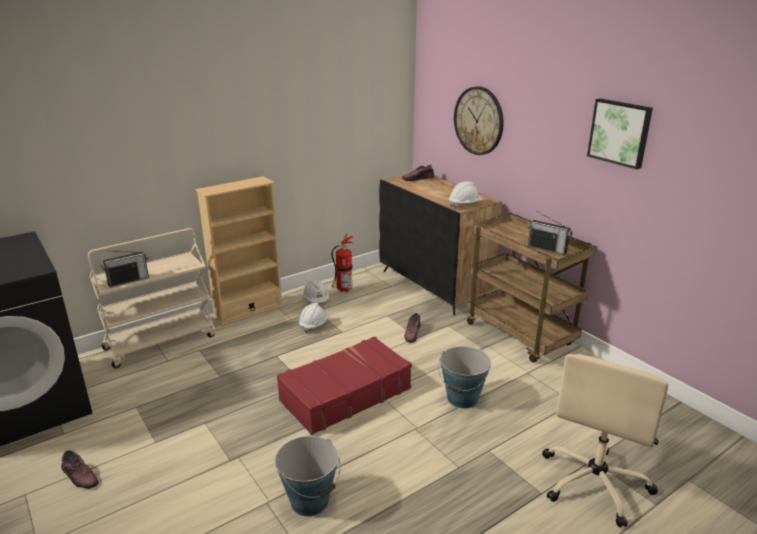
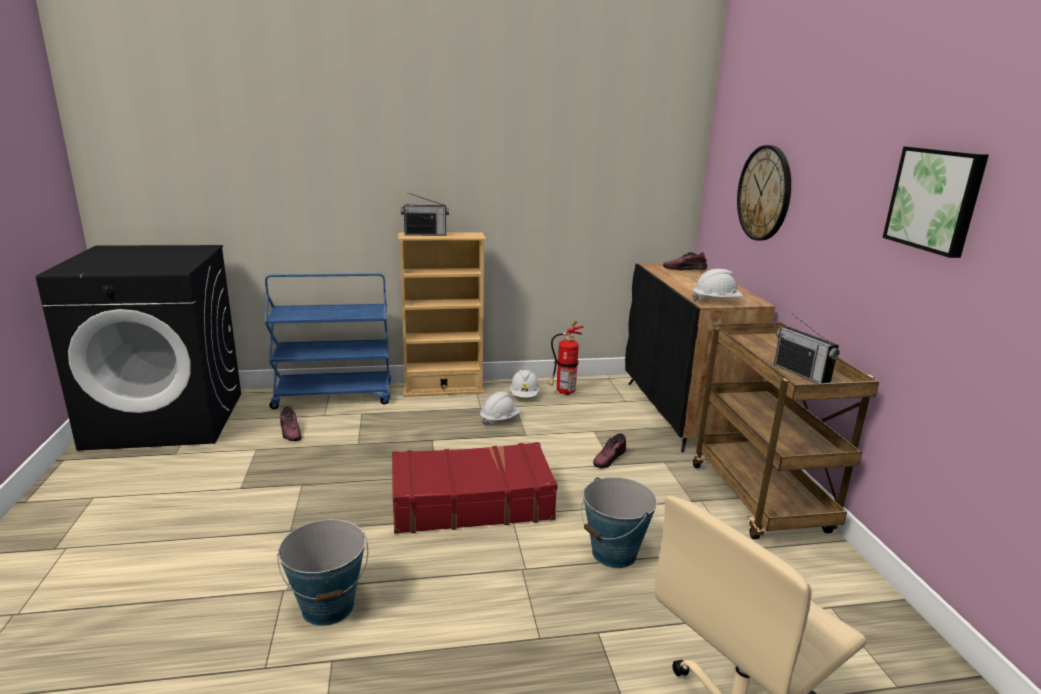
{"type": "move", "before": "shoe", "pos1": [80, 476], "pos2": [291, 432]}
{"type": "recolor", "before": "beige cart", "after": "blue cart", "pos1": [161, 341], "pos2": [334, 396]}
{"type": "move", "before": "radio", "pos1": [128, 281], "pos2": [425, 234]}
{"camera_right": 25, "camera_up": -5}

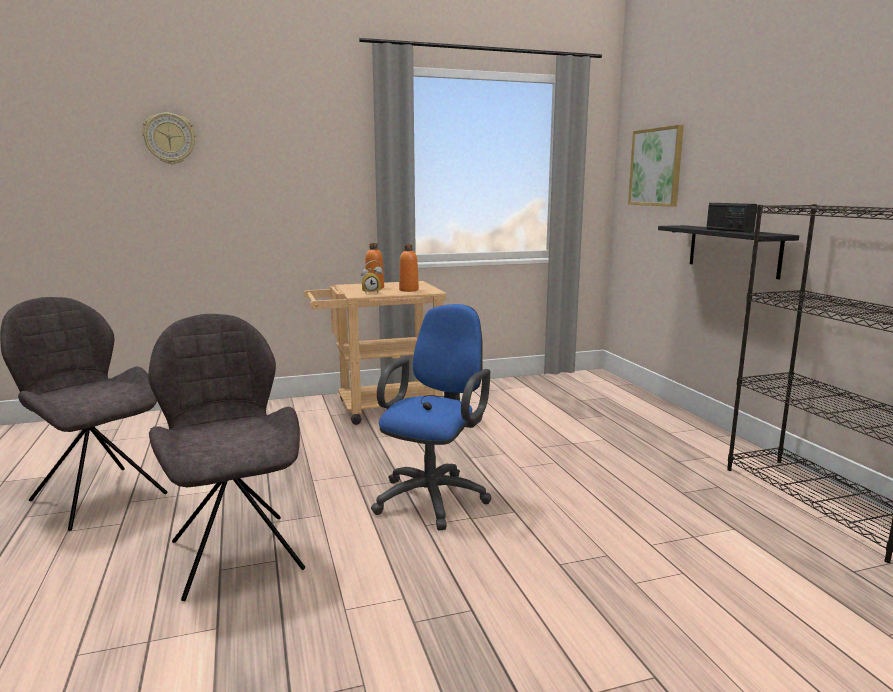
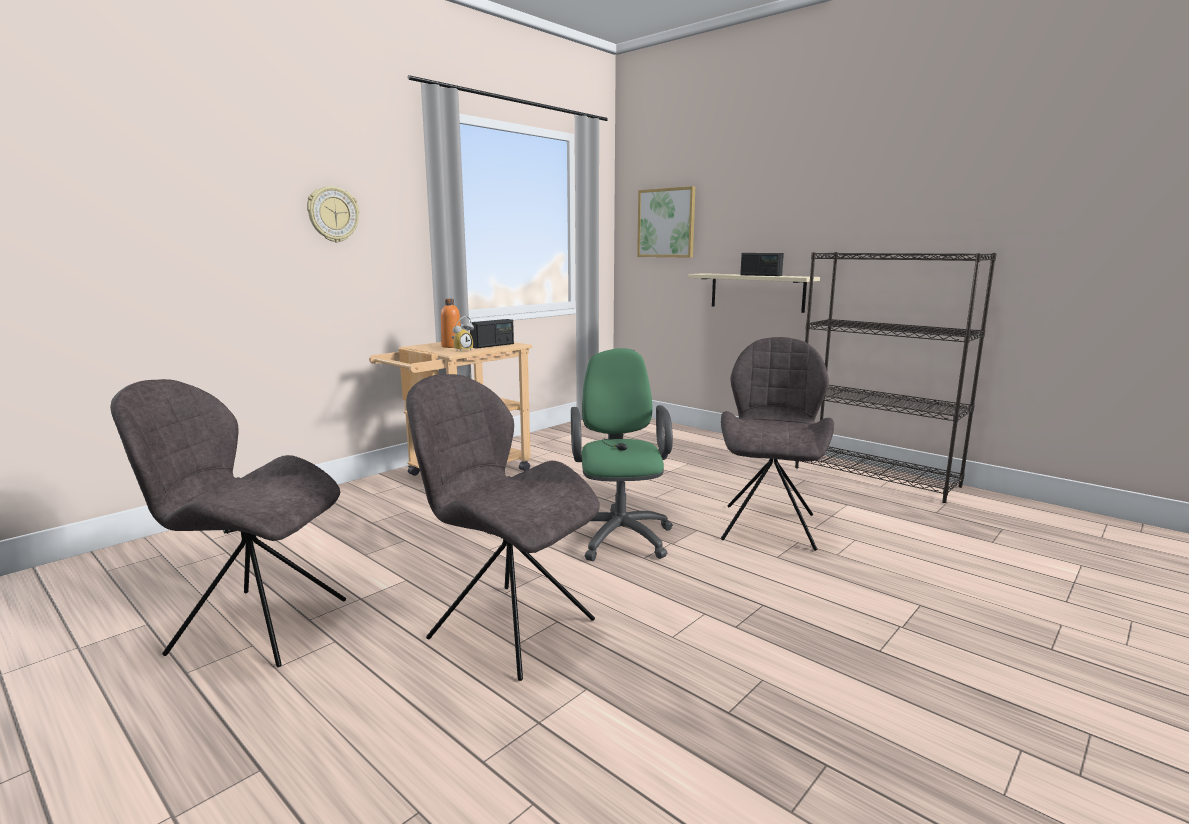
{"type": "move", "before": "wall clock", "pos1": [169, 138], "pos2": [333, 214]}
{"type": "recolor", "before": "blue office chair", "after": "green office chair", "pos1": [434, 496], "pos2": [619, 535]}
{"type": "replace", "before": "orange bottle", "after": "radio", "pos1": [409, 290], "pos2": [492, 345]}
{"type": "recolor", "before": "black shelf", "after": "beige shelf", "pos1": [733, 250], "pos2": [757, 292]}
{"type": "insert", "after": "grey chair", "pos2": [769, 525]}
{"camera_right": -30, "camera_up": 0}

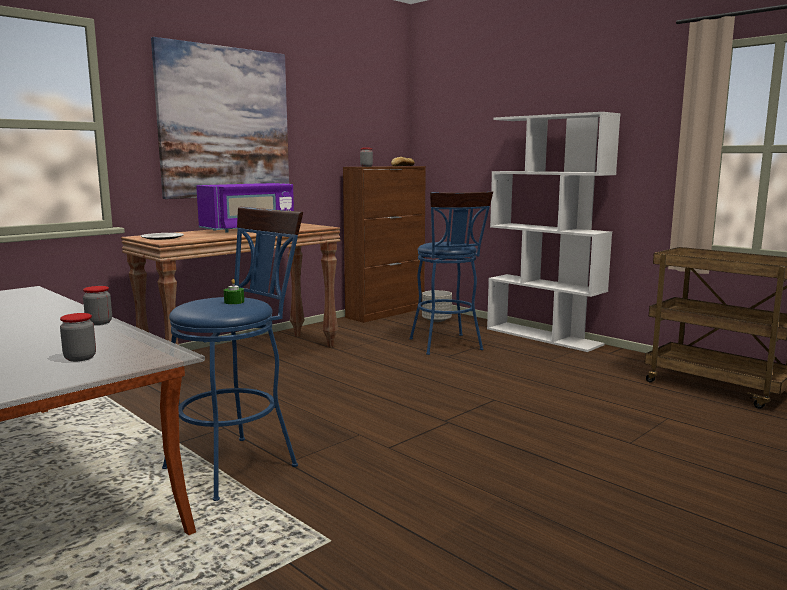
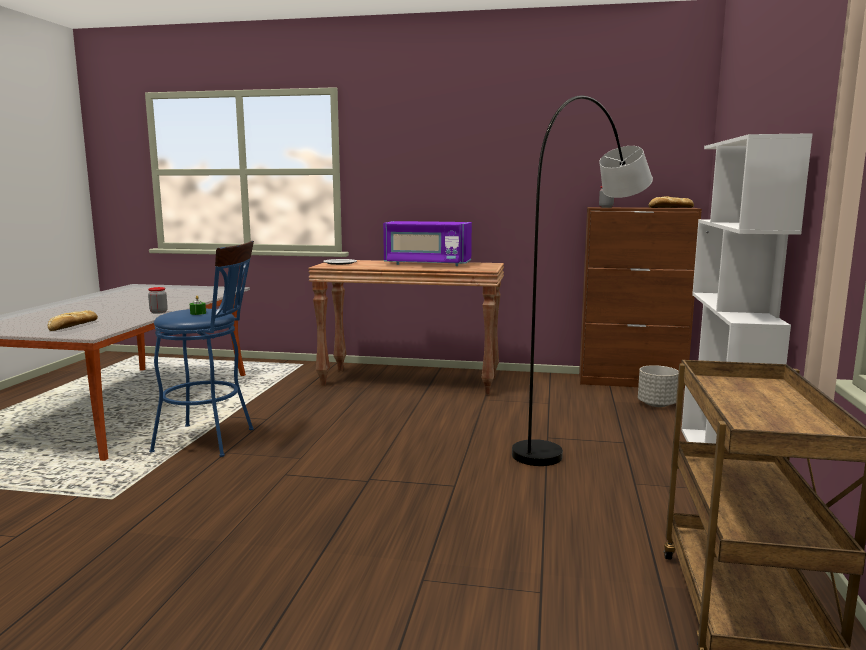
{"type": "replace", "before": "jar", "after": "bread", "pos1": [80, 358], "pos2": [73, 326]}
{"type": "delete", "before": "picture", "pos1": [225, 123]}
{"type": "replace", "before": "blue stool", "after": "grey floor lamp", "pos1": [448, 346], "pos2": [581, 429]}
{"camera_right": 55, "camera_up": 0}

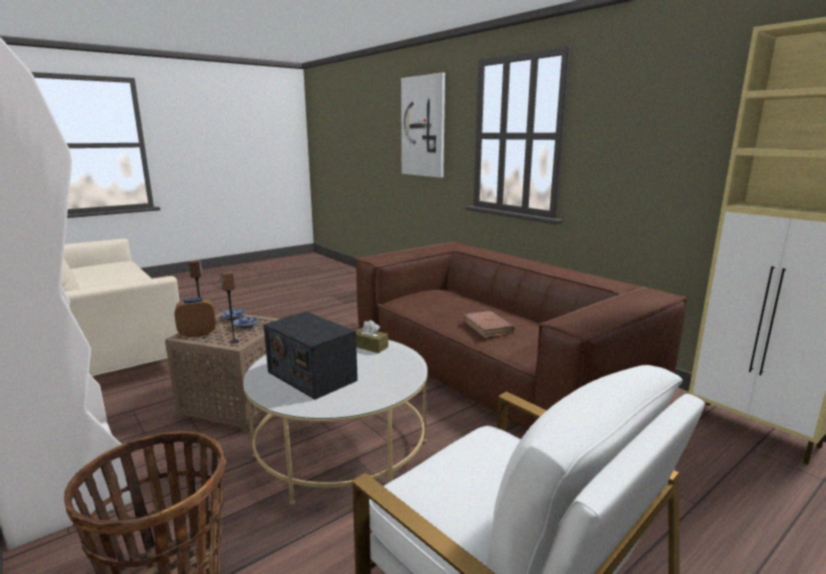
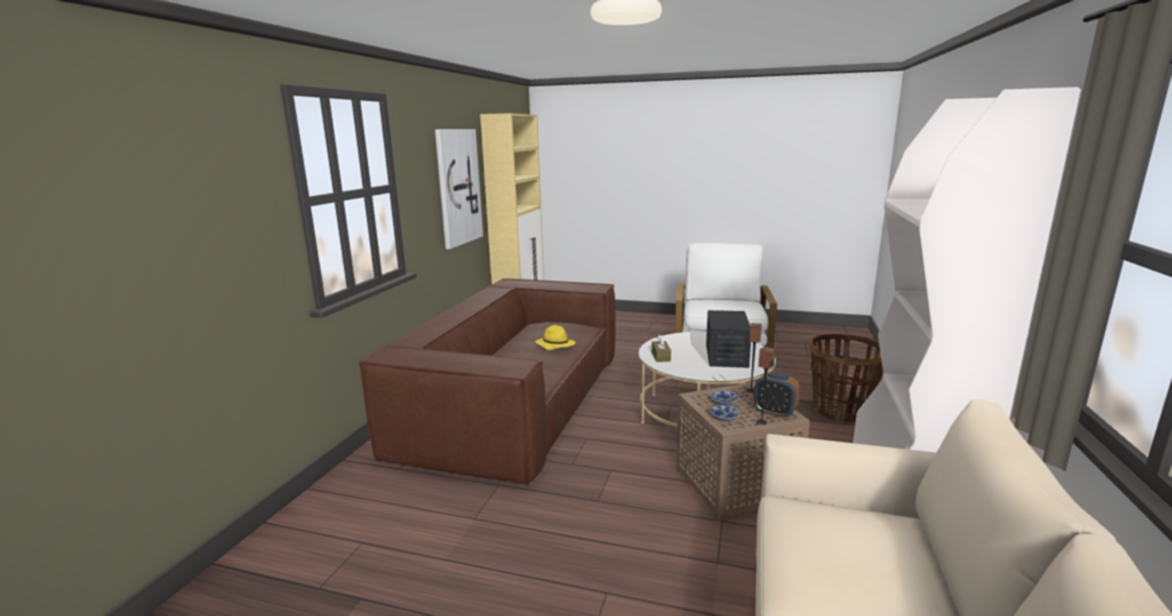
{"type": "move", "before": "picture", "pos1": [423, 126], "pos2": [458, 187]}
{"type": "replace", "before": "brown book", "after": "yellow hat", "pos1": [487, 327], "pos2": [555, 345]}
{"camera_right": -125, "camera_up": 0}

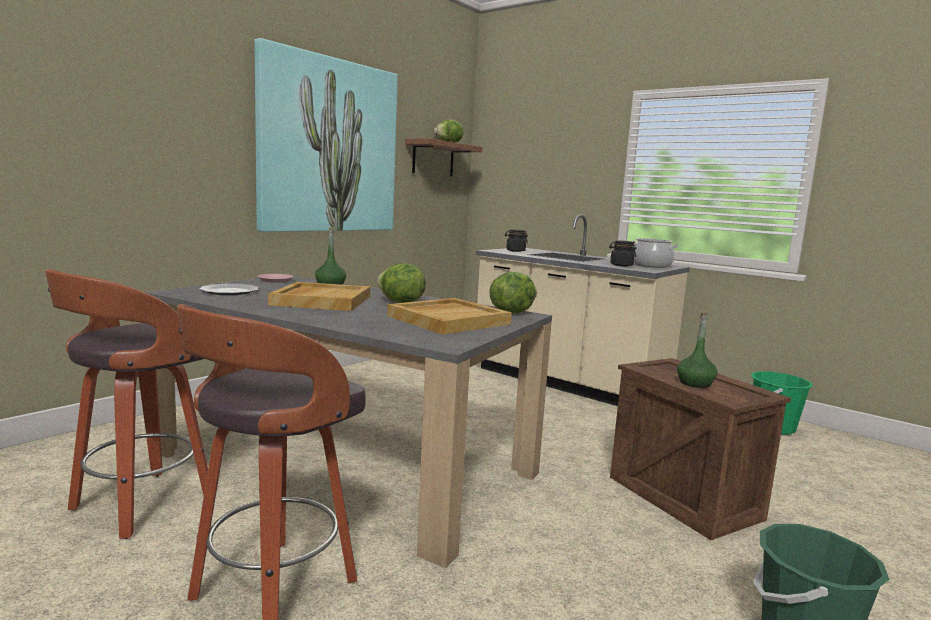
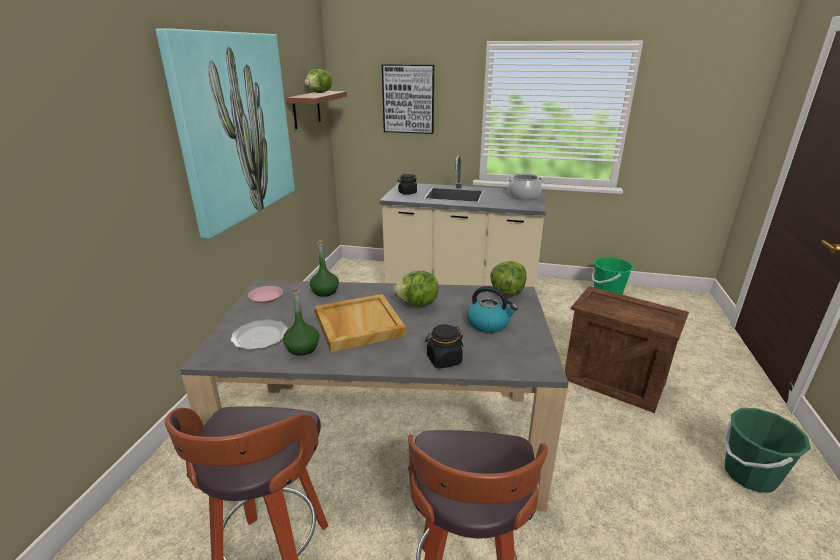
{"type": "replace", "before": "beige tray", "after": "kettle", "pos1": [448, 320], "pos2": [489, 324]}
{"type": "move", "before": "black jar", "pos1": [621, 265], "pos2": [444, 360]}
{"type": "move", "before": "green bottle", "pos1": [694, 383], "pos2": [302, 348]}
{"type": "insert", "after": "picture", "pos2": [408, 99]}
{"camera_right": -25, "camera_up": 15}

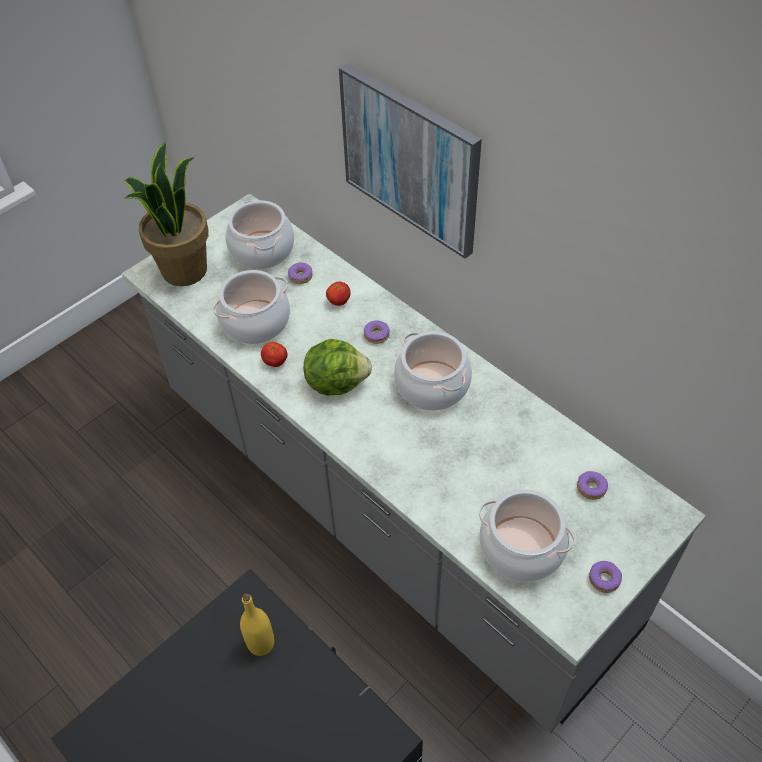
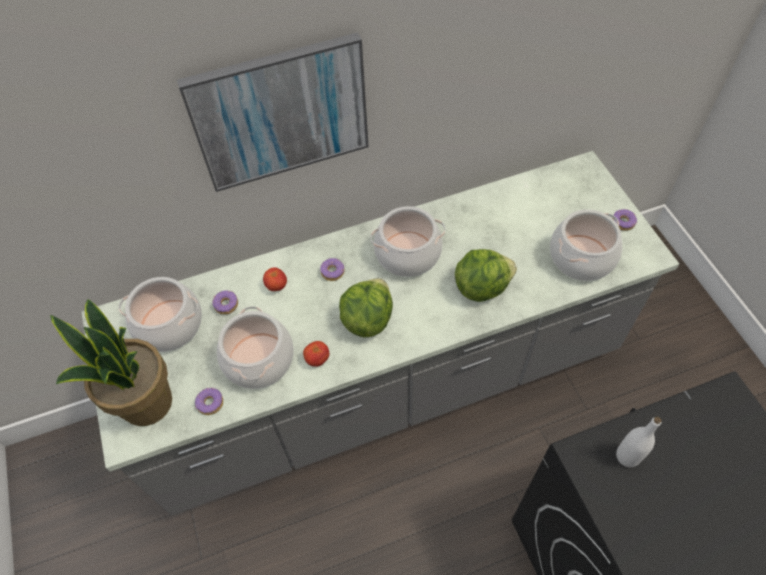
{"type": "recolor", "before": "yellow bottle", "after": "white bottle", "pos1": [261, 643], "pos2": [627, 456]}
{"type": "move", "before": "donut", "pos1": [591, 488], "pos2": [210, 403]}
{"type": "insert", "after": "lettuce", "pos2": [481, 286]}
{"camera_right": -65, "camera_up": 5}

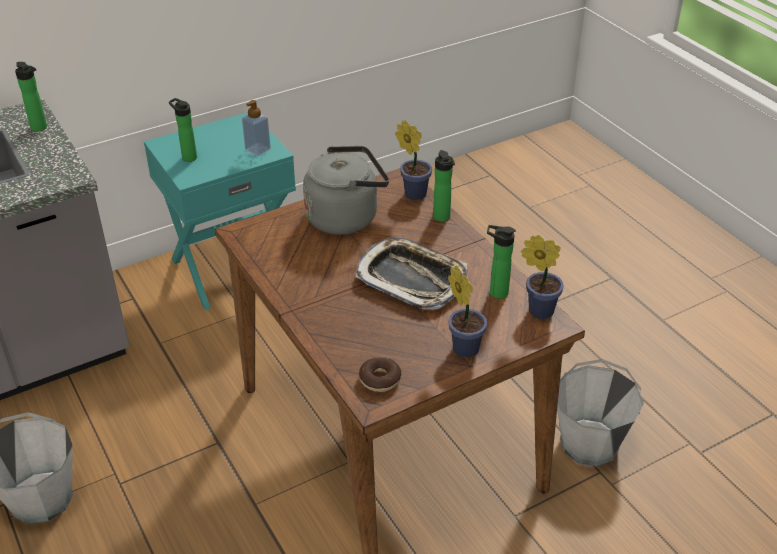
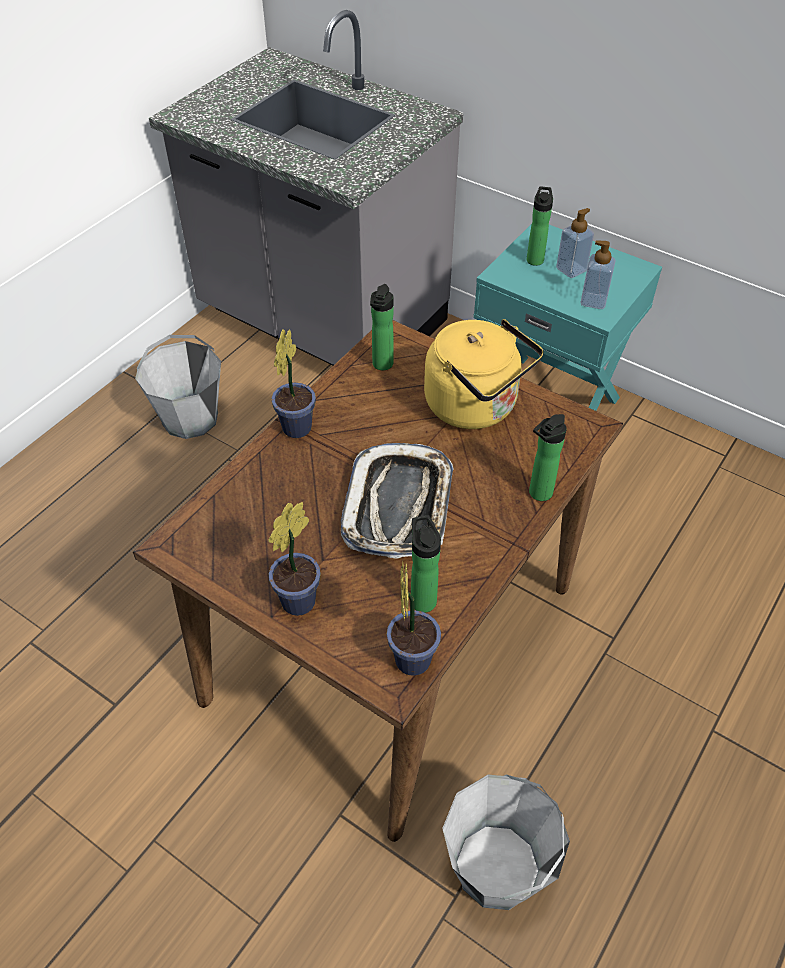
{"type": "move", "before": "bottle", "pos1": [40, 128], "pos2": [382, 366]}
{"type": "recolor", "before": "grey kettle", "after": "yellow kettle", "pos1": [346, 217], "pos2": [476, 406]}
{"type": "delete", "before": "donut", "pos1": [380, 379]}
{"type": "move", "before": "potted plant", "pos1": [413, 193], "pos2": [298, 425]}
{"type": "insert", "after": "soap dispenser", "pos2": [571, 269]}
{"camera_right": 65, "camera_up": 10}

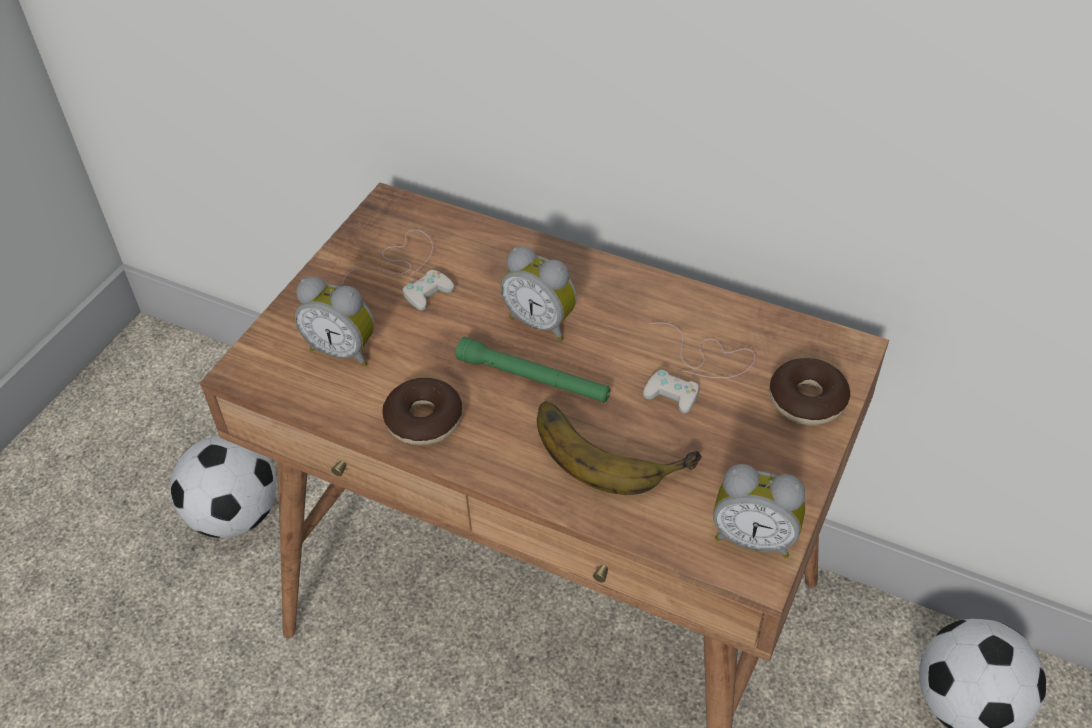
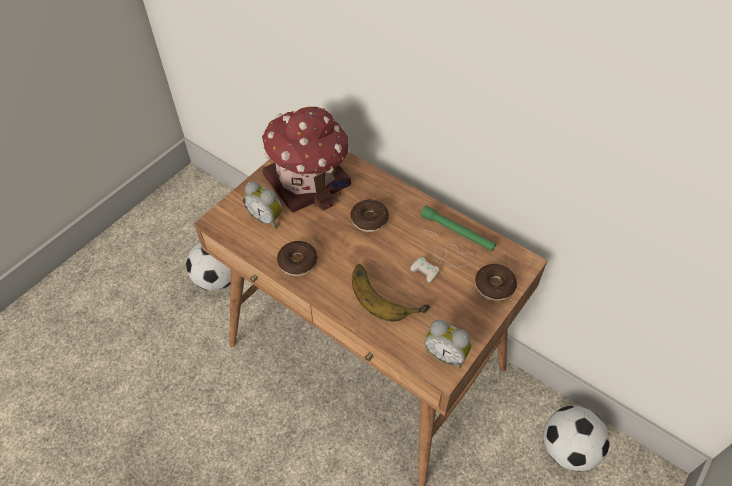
{"type": "replace", "before": "white game controller", "after": "toy house", "pos1": [409, 271], "pos2": [309, 180]}
{"type": "move", "before": "green flashlight", "pos1": [533, 379], "pos2": [457, 232]}
{"type": "replace", "before": "alarm clock", "after": "donut", "pos1": [542, 322], "pos2": [369, 220]}
{"camera_right": 10, "camera_up": 5}

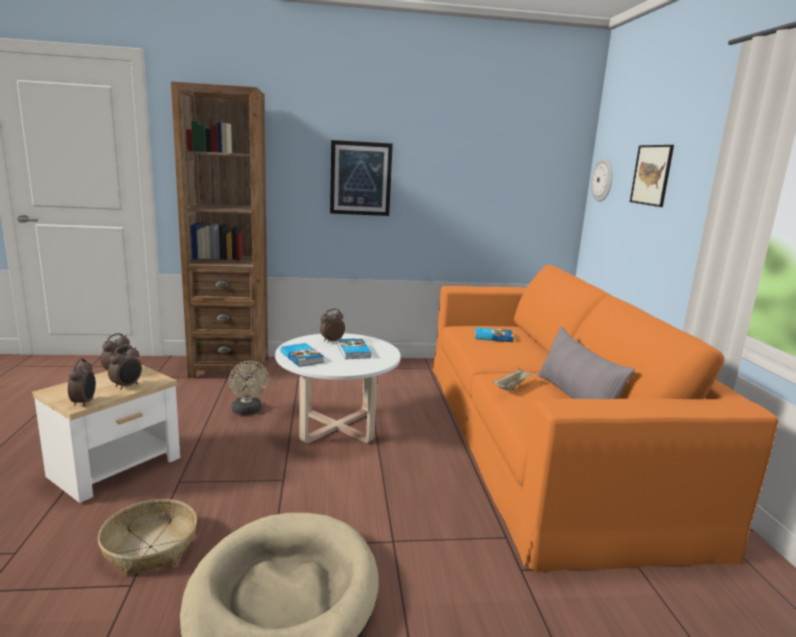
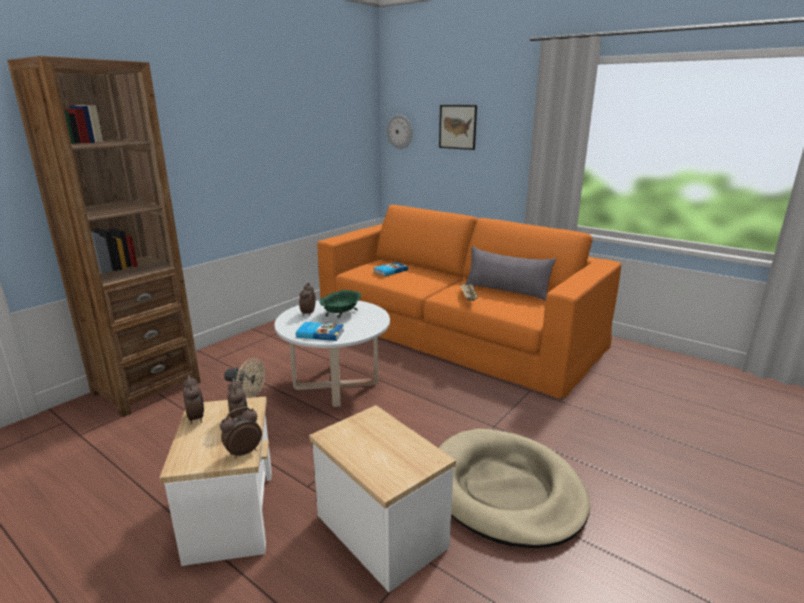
{"type": "rotate", "before": "alarm clock", "pos1": [84, 402], "pos2": [243, 452], "turn": -75}
{"type": "replace", "before": "basket", "after": "side table", "pos1": [150, 547], "pos2": [382, 531]}
{"type": "delete", "before": "picture", "pos1": [360, 178]}
{"type": "replace", "before": "book", "after": "green bowl", "pos1": [353, 351], "pos2": [341, 314]}
{"camera_right": -45, "camera_up": 5}

